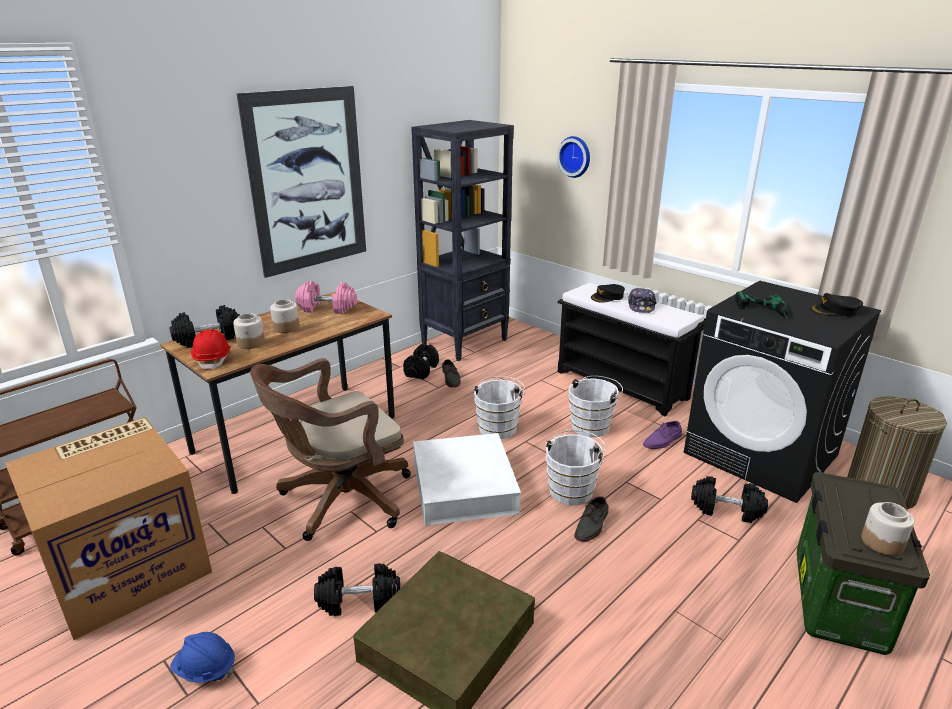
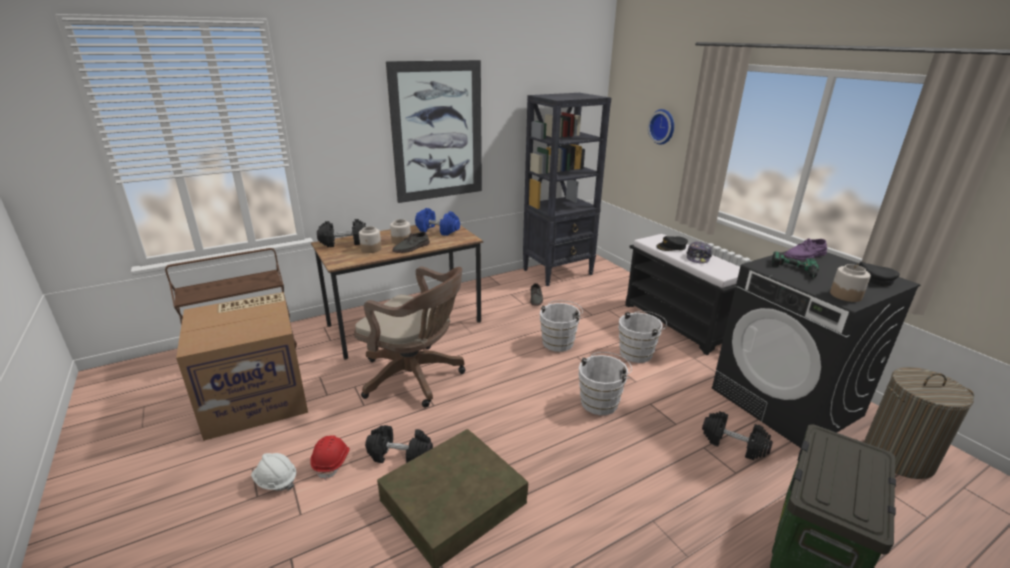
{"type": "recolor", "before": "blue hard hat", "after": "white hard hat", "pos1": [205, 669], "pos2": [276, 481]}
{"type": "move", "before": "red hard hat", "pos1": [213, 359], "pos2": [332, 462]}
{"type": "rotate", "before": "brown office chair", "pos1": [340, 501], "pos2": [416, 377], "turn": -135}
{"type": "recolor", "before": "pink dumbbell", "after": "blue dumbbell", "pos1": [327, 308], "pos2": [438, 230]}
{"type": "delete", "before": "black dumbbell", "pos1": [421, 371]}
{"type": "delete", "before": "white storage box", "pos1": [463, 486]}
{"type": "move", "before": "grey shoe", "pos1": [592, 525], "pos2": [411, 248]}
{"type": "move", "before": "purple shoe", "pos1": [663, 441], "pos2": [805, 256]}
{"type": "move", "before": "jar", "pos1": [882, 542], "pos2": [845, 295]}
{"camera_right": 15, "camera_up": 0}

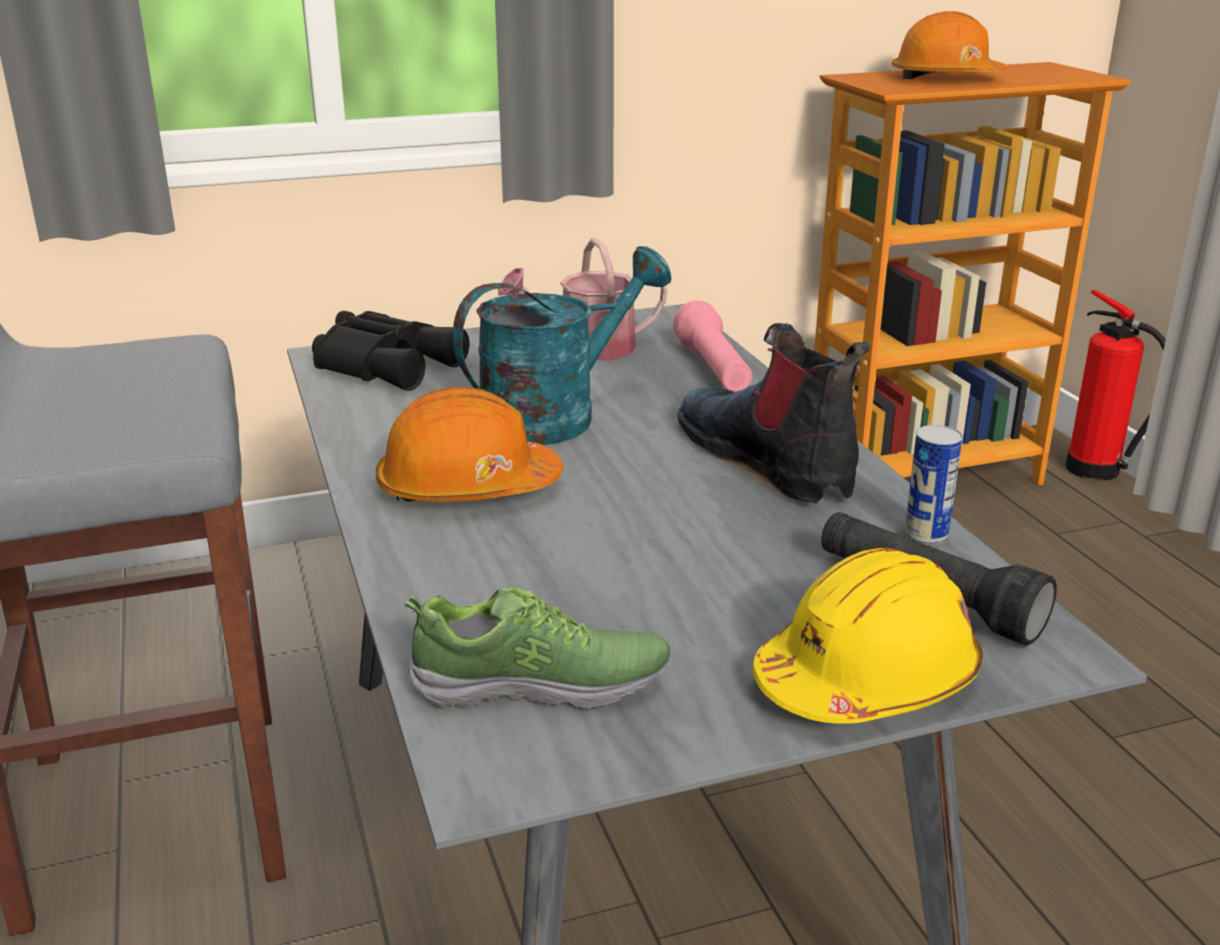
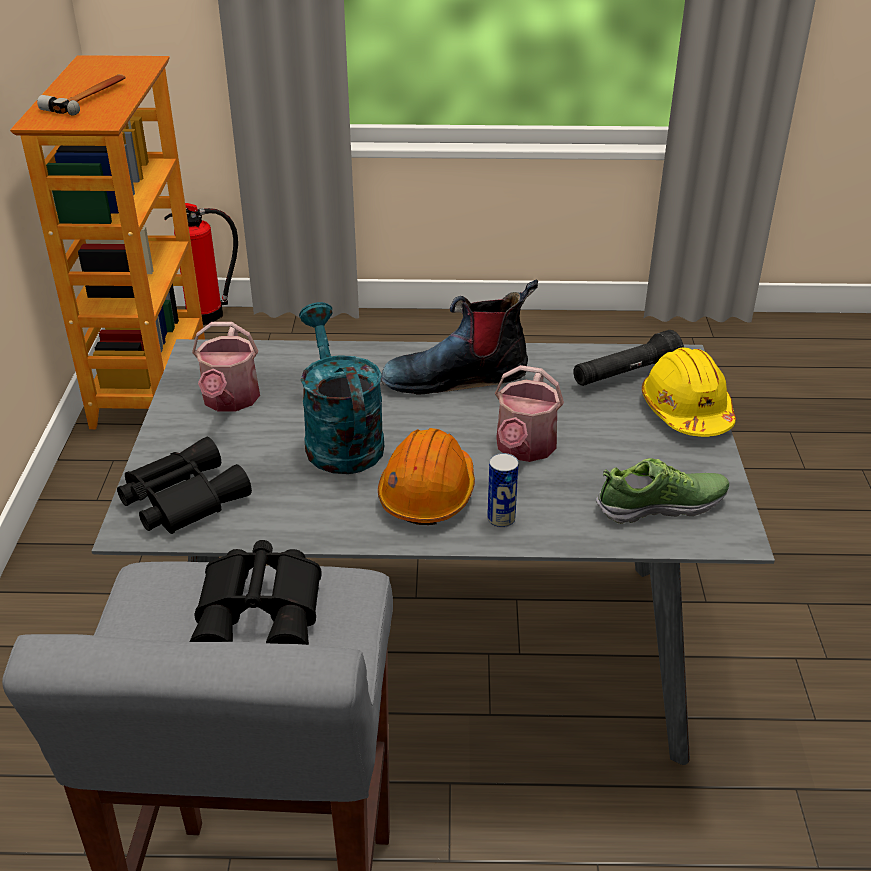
{"type": "rotate", "before": "shoe", "pos1": [541, 684], "pos2": [661, 505], "turn": 60}
{"type": "delete", "before": "pink flashlight", "pos1": [714, 371]}
{"type": "replace", "before": "orange hard hat", "after": "hammer", "pos1": [945, 78], "pos2": [89, 98]}
{"type": "move", "before": "can", "pos1": [926, 536], "pos2": [501, 519]}
{"type": "insert", "after": "black binoculars", "pos2": [263, 613]}
{"type": "insert", "after": "watering can", "pos2": [524, 449]}
{"camera_right": -70, "camera_up": 10}

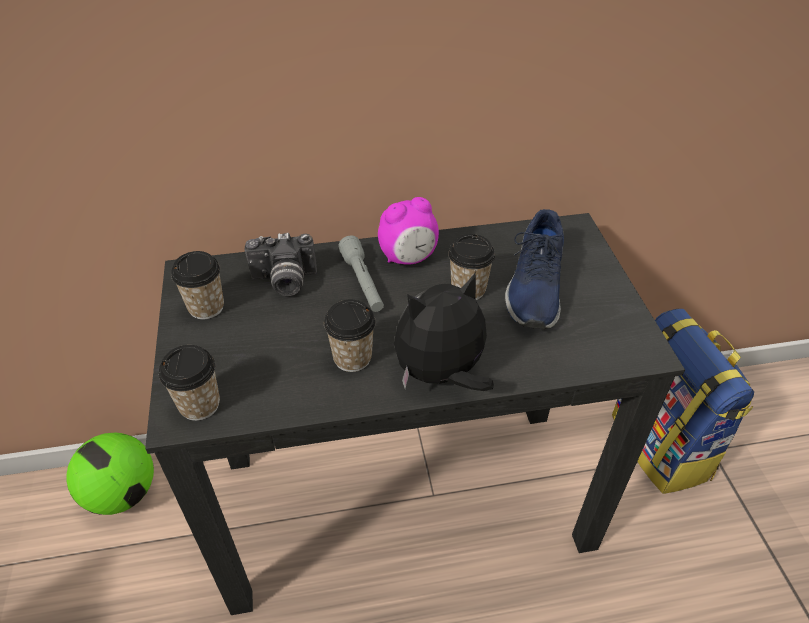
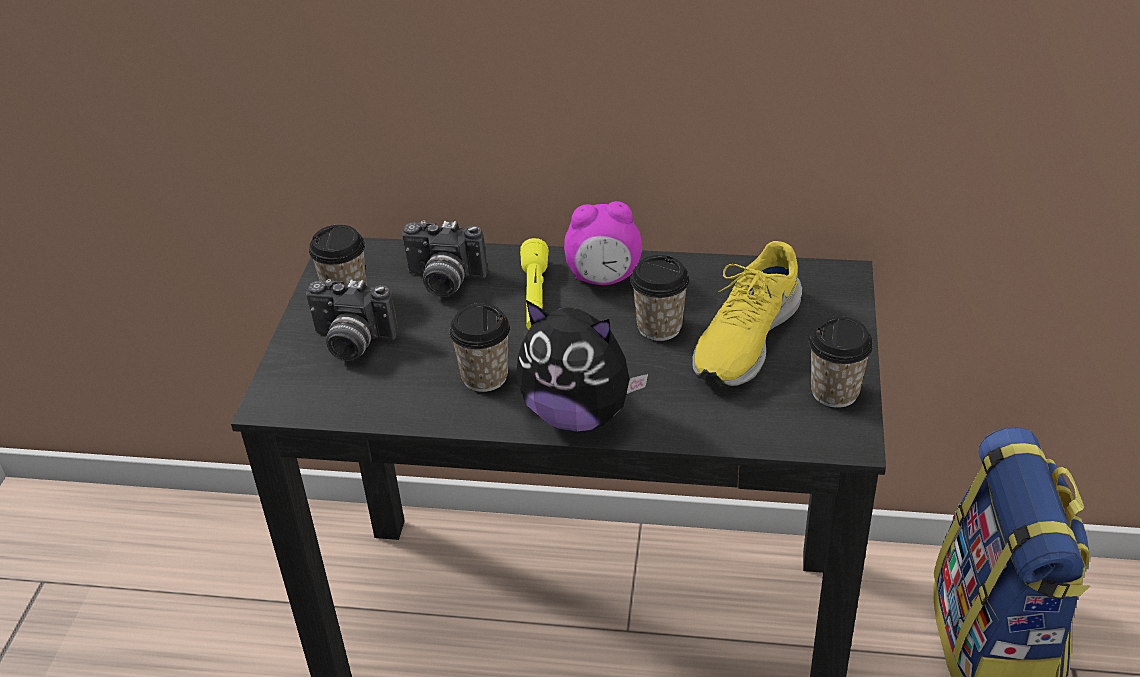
{"type": "delete", "before": "football", "pos1": [122, 493]}
{"type": "move", "before": "cup", "pos1": [199, 404], "pos2": [834, 392]}
{"type": "recolor", "before": "grey flashlight", "after": "yellow flashlight", "pos1": [363, 282], "pos2": [535, 297]}
{"type": "rotate", "before": "plush toy", "pos1": [441, 375], "pos2": [578, 414], "turn": -150}
{"type": "recolor", "before": "blue shoe", "after": "yellow shoe", "pos1": [534, 287], "pos2": [744, 338]}
{"type": "insert", "after": "photo camera", "pos2": [351, 343]}
{"camera_right": 20, "camera_up": -5}

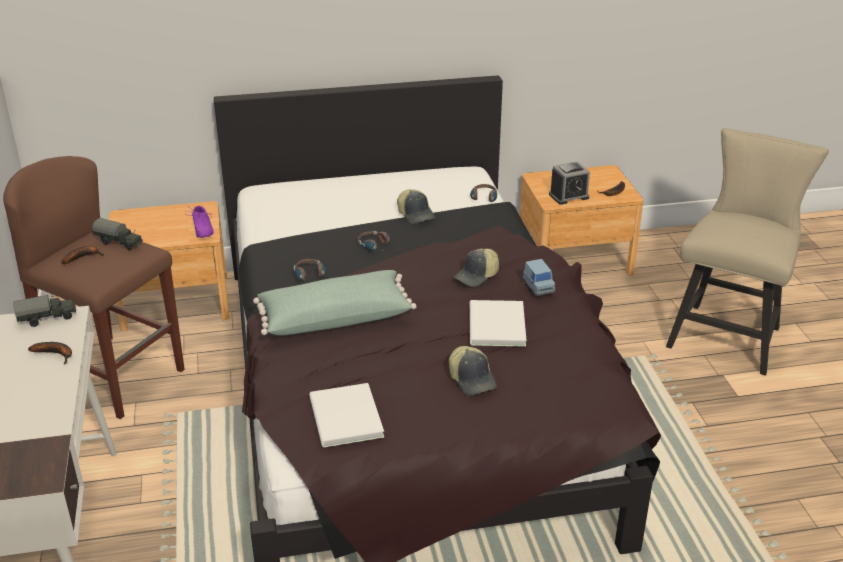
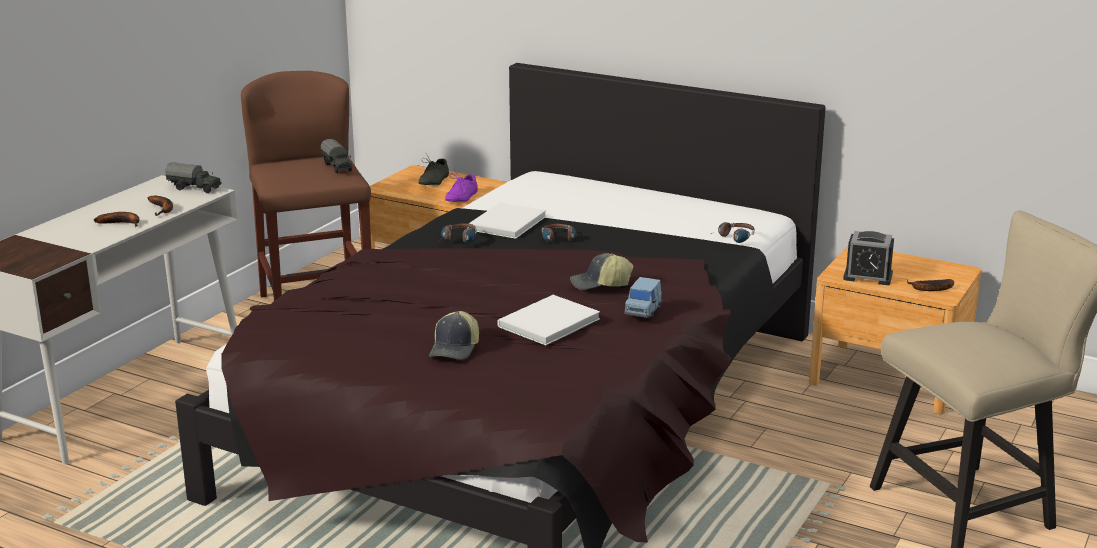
{"type": "move", "before": "banana", "pos1": [83, 257], "pos2": [122, 223]}
{"type": "delete", "before": "green pillow", "pos1": [334, 317]}
{"type": "move", "before": "white book", "pos1": [344, 419], "pos2": [504, 223]}
{"type": "delete", "before": "cap", "pos1": [416, 214]}
{"type": "insert", "after": "grey shoe", "pos2": [432, 181]}
{"camera_right": 40, "camera_up": -10}

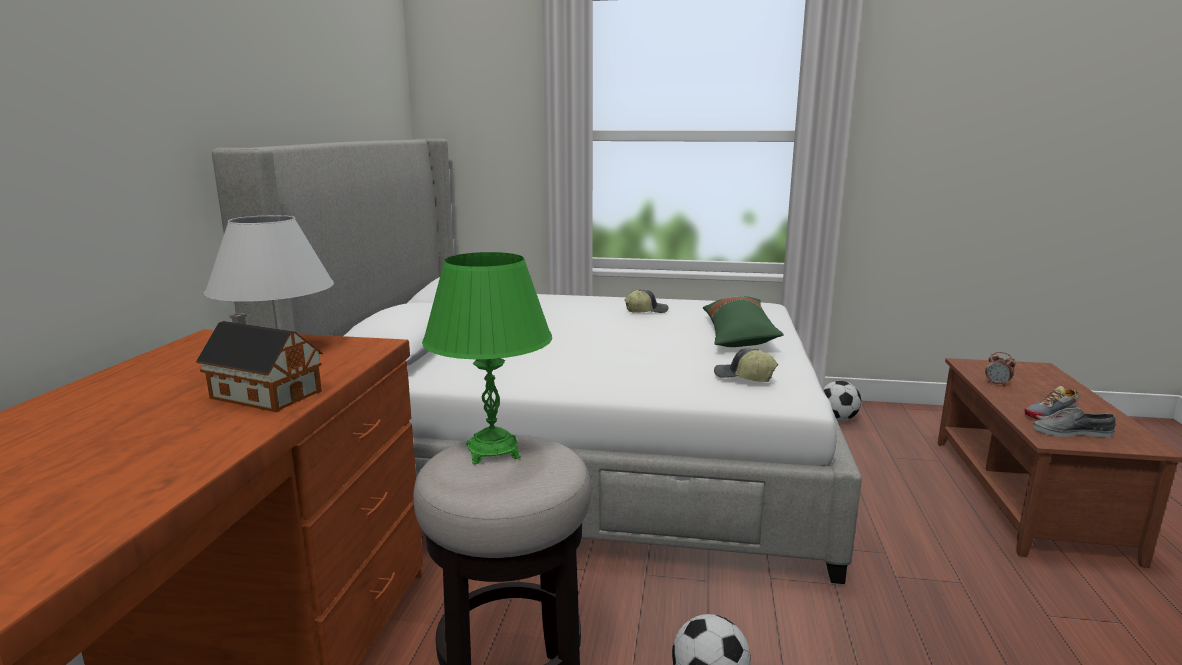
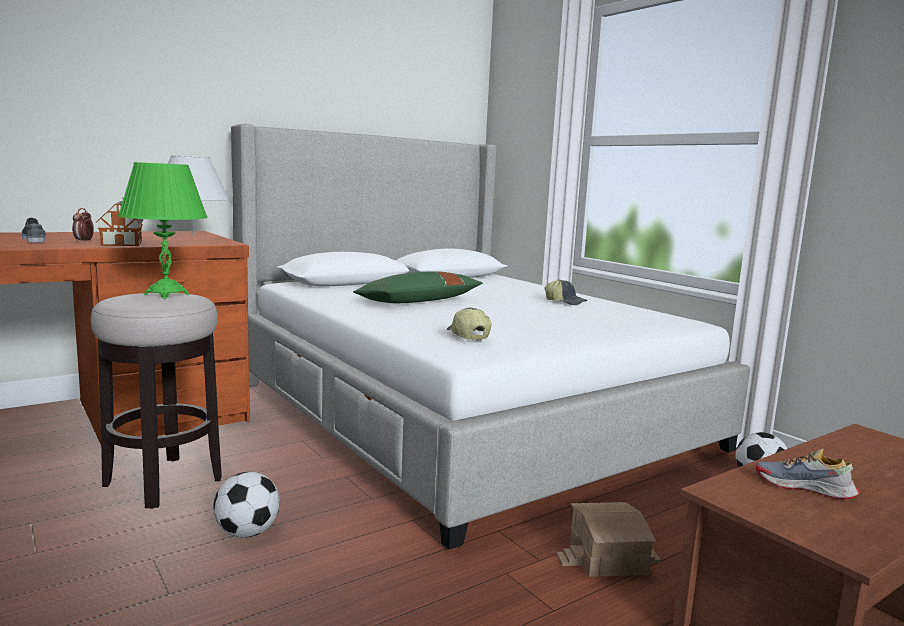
{"type": "move", "before": "green pillow", "pos1": [738, 335], "pos2": [419, 302]}
{"type": "move", "before": "alarm clock", "pos1": [997, 384], "pos2": [84, 242]}
{"type": "move", "before": "grey shoe", "pos1": [1071, 432], "pos2": [34, 240]}
{"type": "insert", "after": "toy house", "pos2": [608, 559]}
{"camera_right": 45, "camera_up": -5}

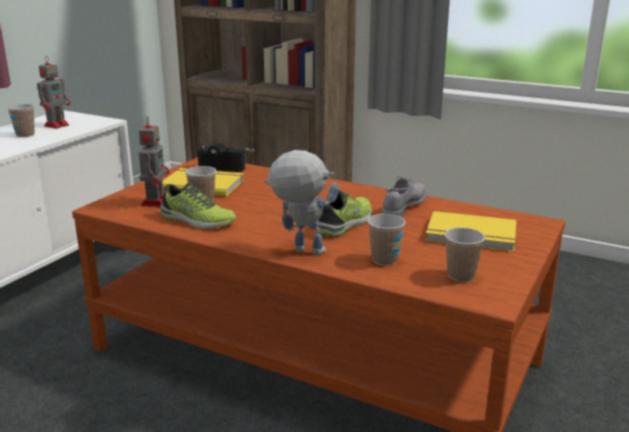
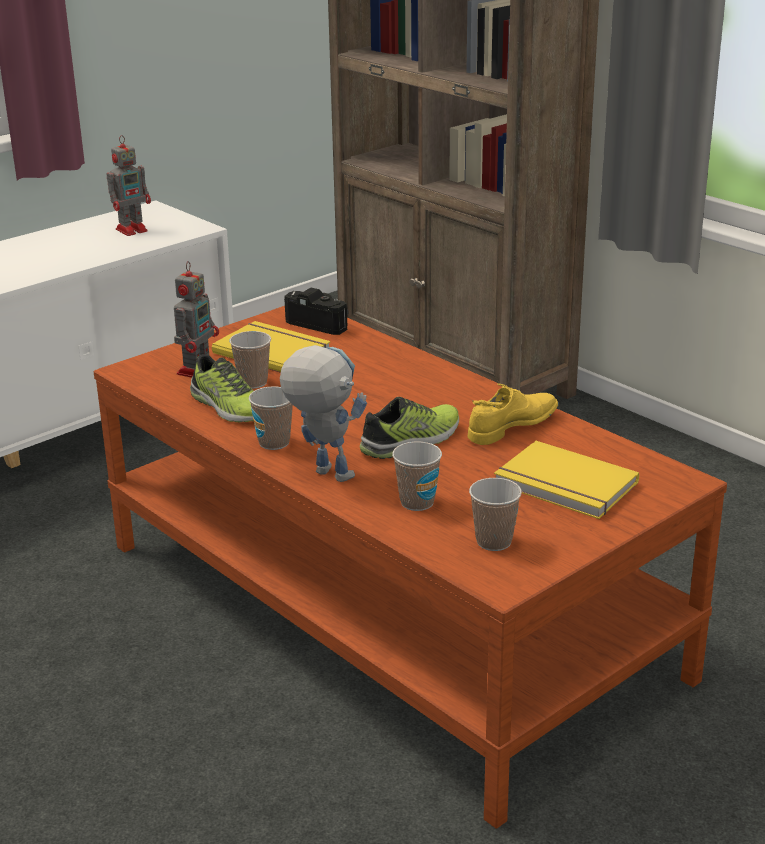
{"type": "move", "before": "cup", "pos1": [25, 135], "pos2": [274, 443]}
{"type": "recolor", "before": "grey shoe", "after": "yellow shoe", "pos1": [404, 207], "pos2": [512, 427]}
{"camera_right": 20, "camera_up": 5}

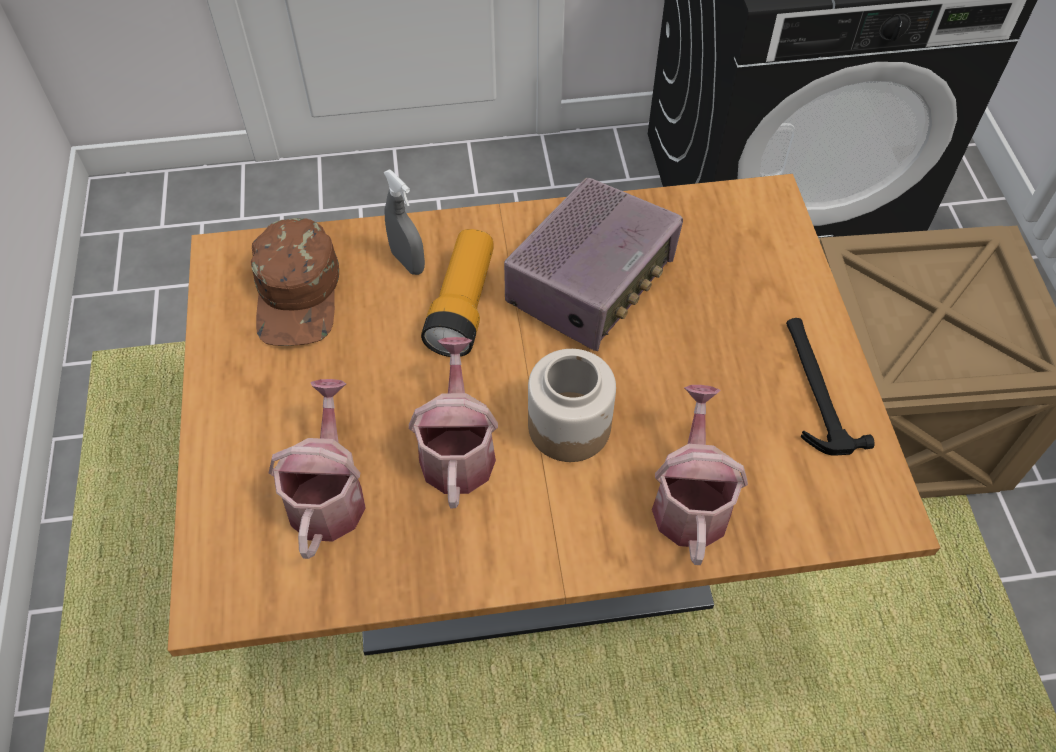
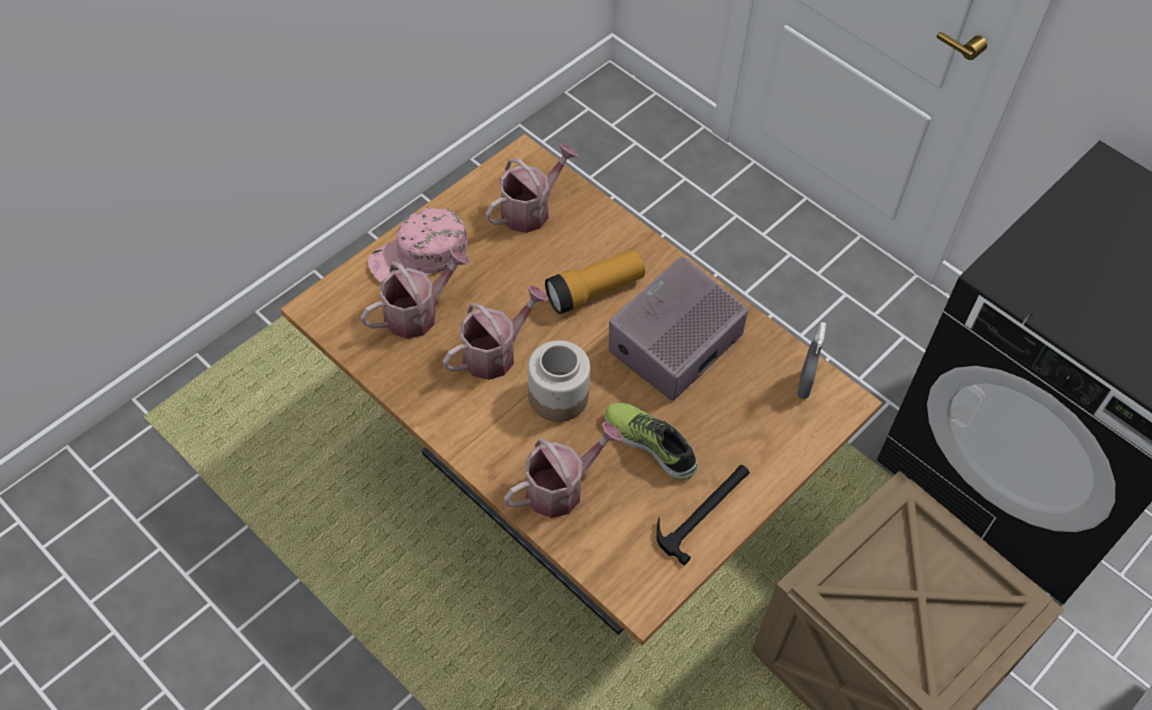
{"type": "replace", "before": "brown cap", "after": "watering can", "pos1": [298, 293], "pos2": [531, 209]}
{"type": "move", "before": "grey spray bottle", "pos1": [408, 262], "pos2": [804, 385]}
{"type": "rotate", "before": "radio", "pos1": [591, 283], "pos2": [674, 344], "turn": 135}
{"type": "insert", "after": "pink cap", "pos2": [419, 256]}
{"type": "insert", "after": "shoe", "pos2": [651, 443]}
{"camera_right": 50, "camera_up": 0}

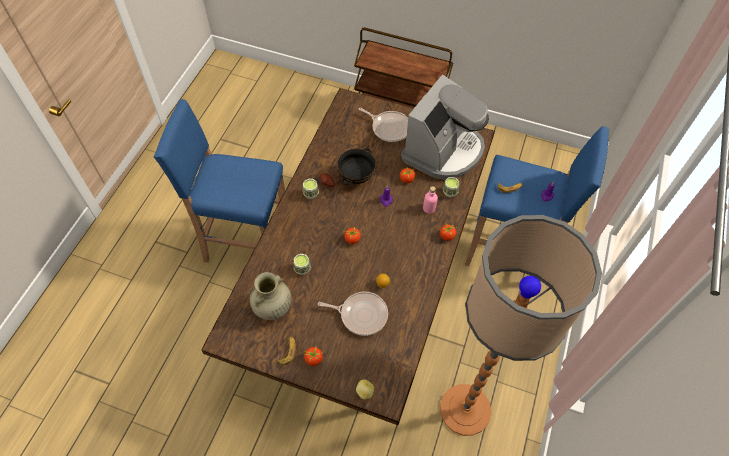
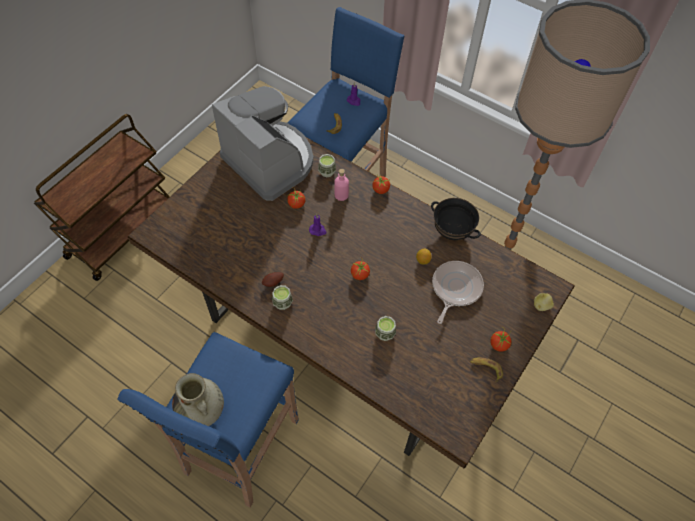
{"type": "move", "before": "beige vase", "pos1": [272, 308], "pos2": [202, 412]}
{"type": "move", "before": "black bowl", "pos1": [356, 178], "pos2": [452, 231]}
{"type": "delete", "before": "frying pan", "pos1": [389, 128]}
{"camera_right": -75, "camera_up": 0}

